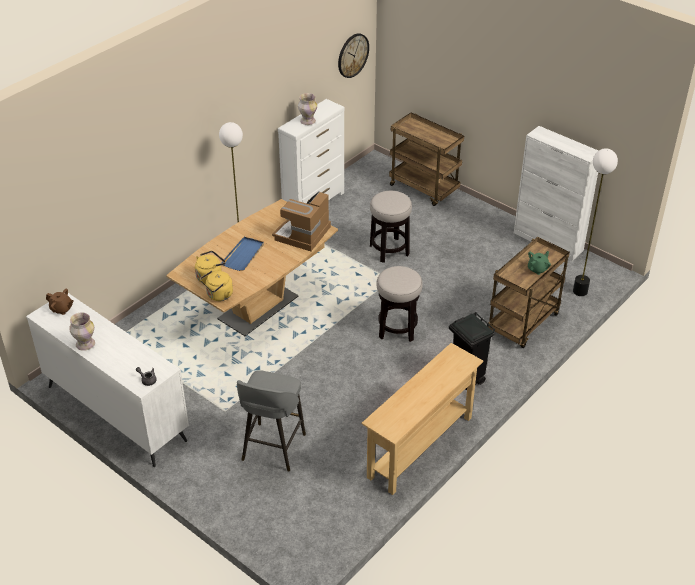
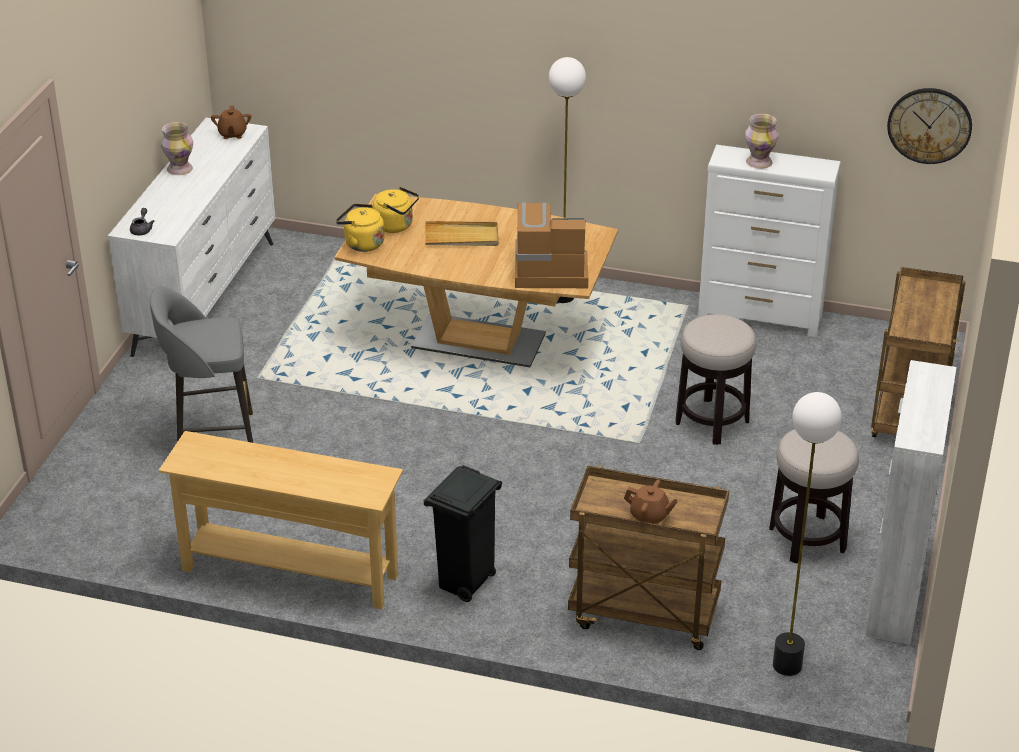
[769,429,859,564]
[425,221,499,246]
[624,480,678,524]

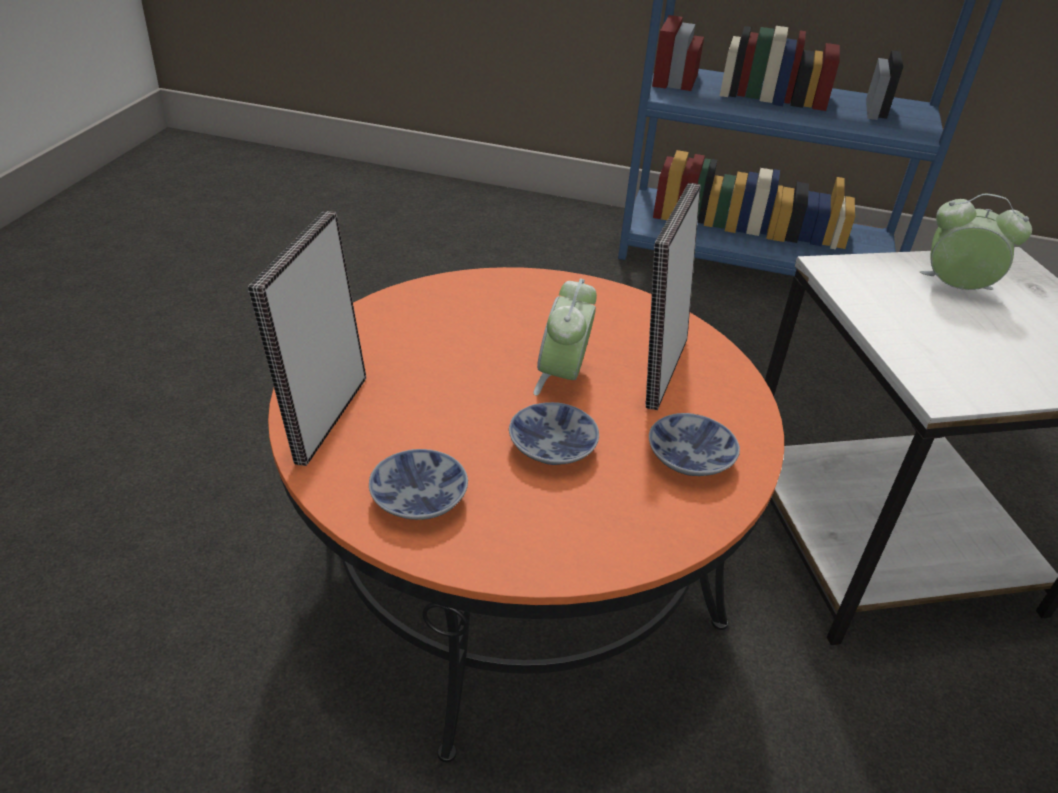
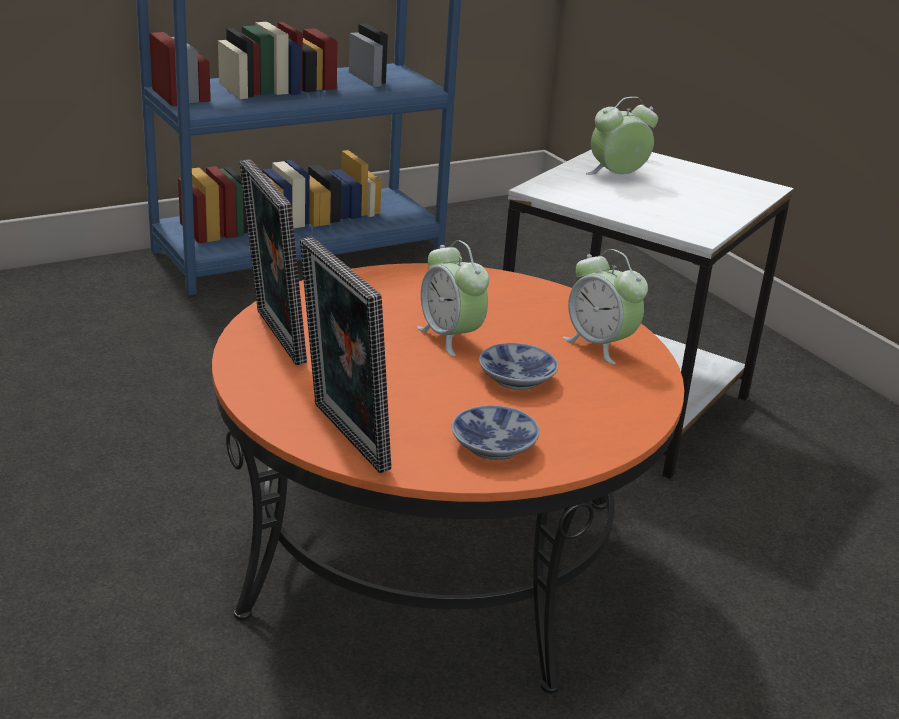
[239,159,307,365]
[563,249,648,364]

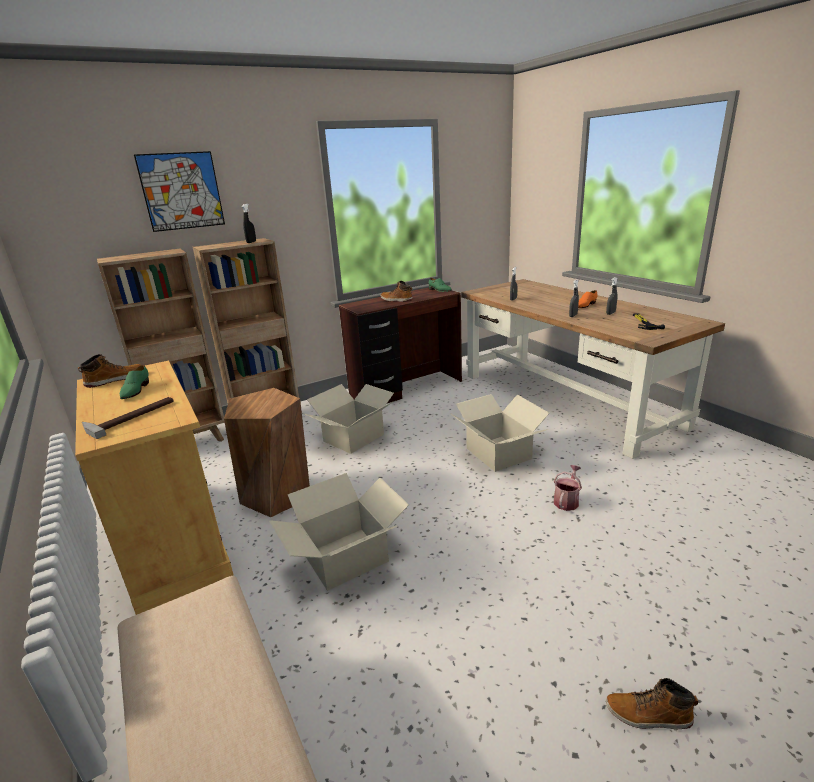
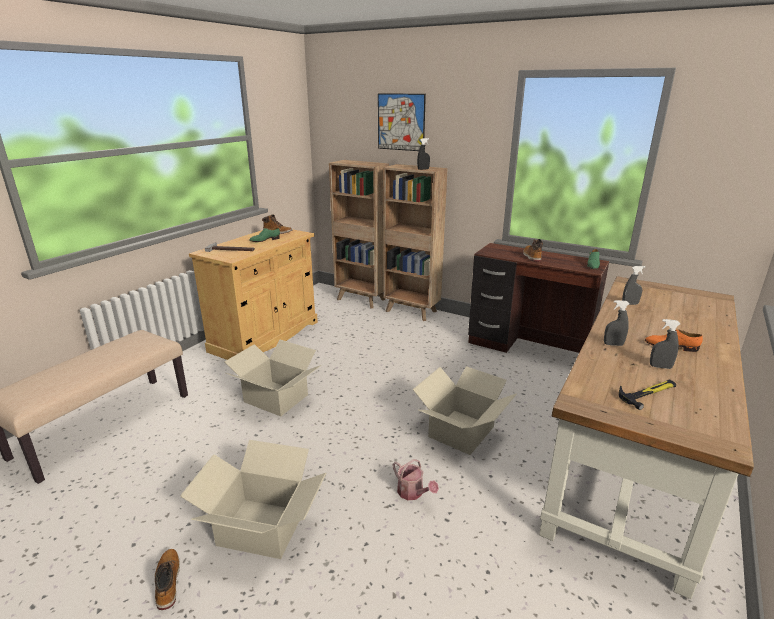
[224,388,310,518] (first image)
[180,440,326,559]
[393,459,439,500]

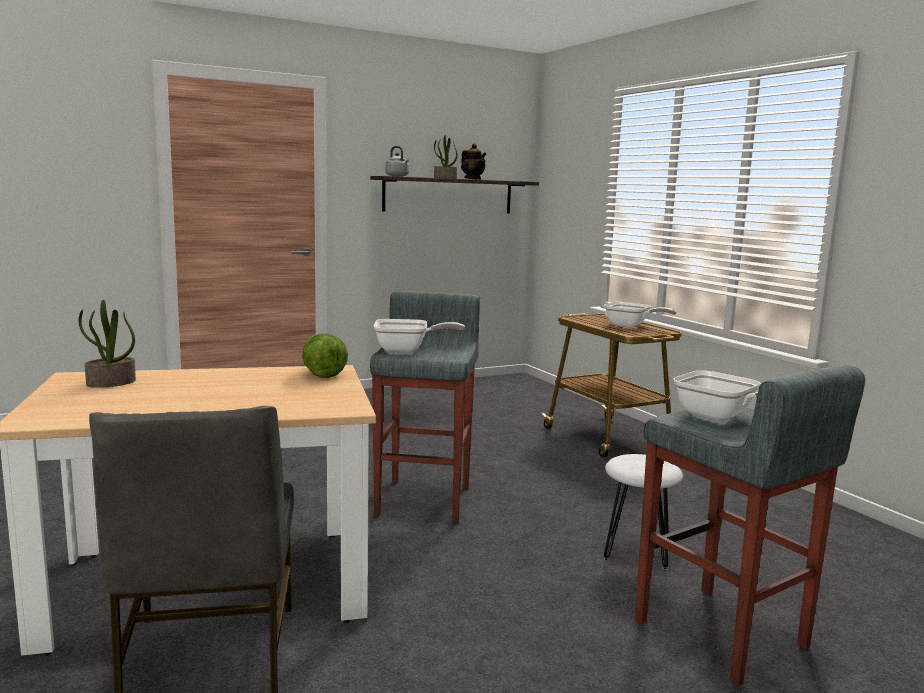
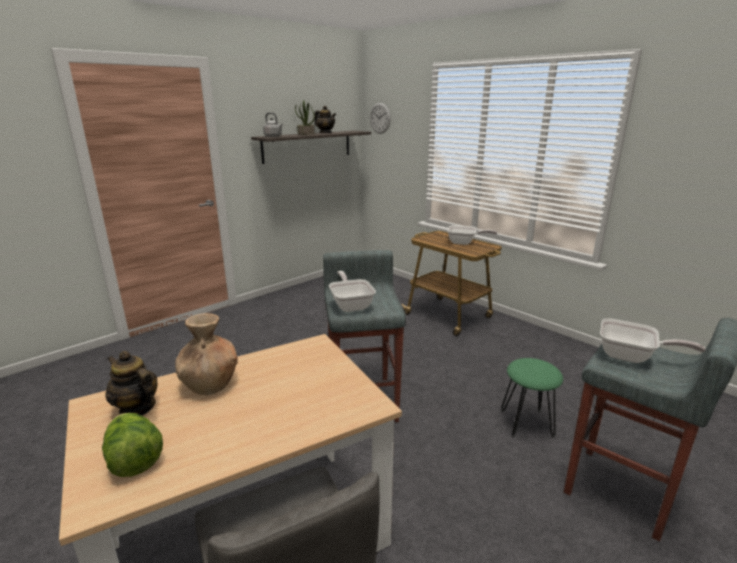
[175,313,238,395]
[370,103,391,134]
[102,413,163,477]
[105,351,158,416]
[501,358,563,438]
[329,271,376,312]

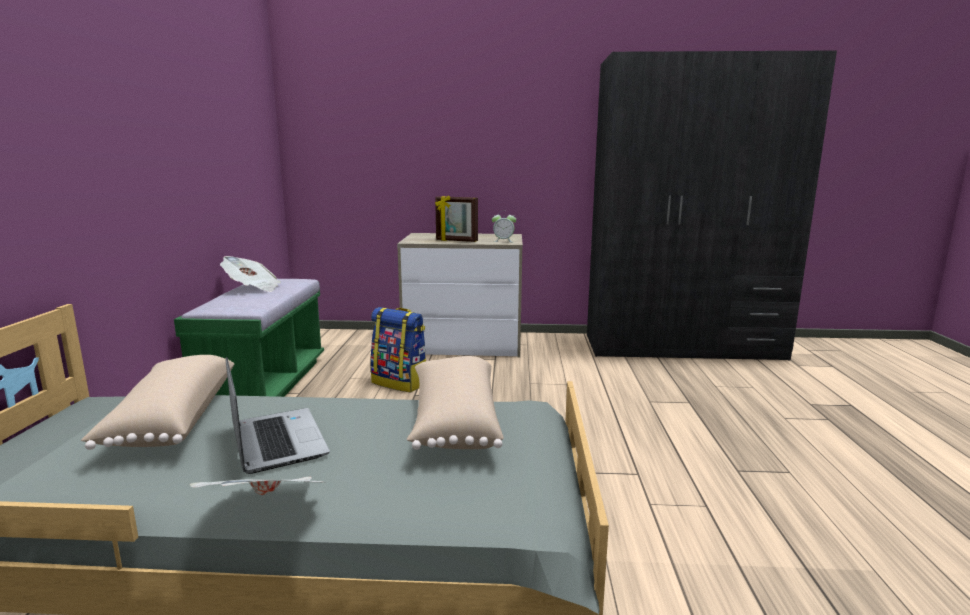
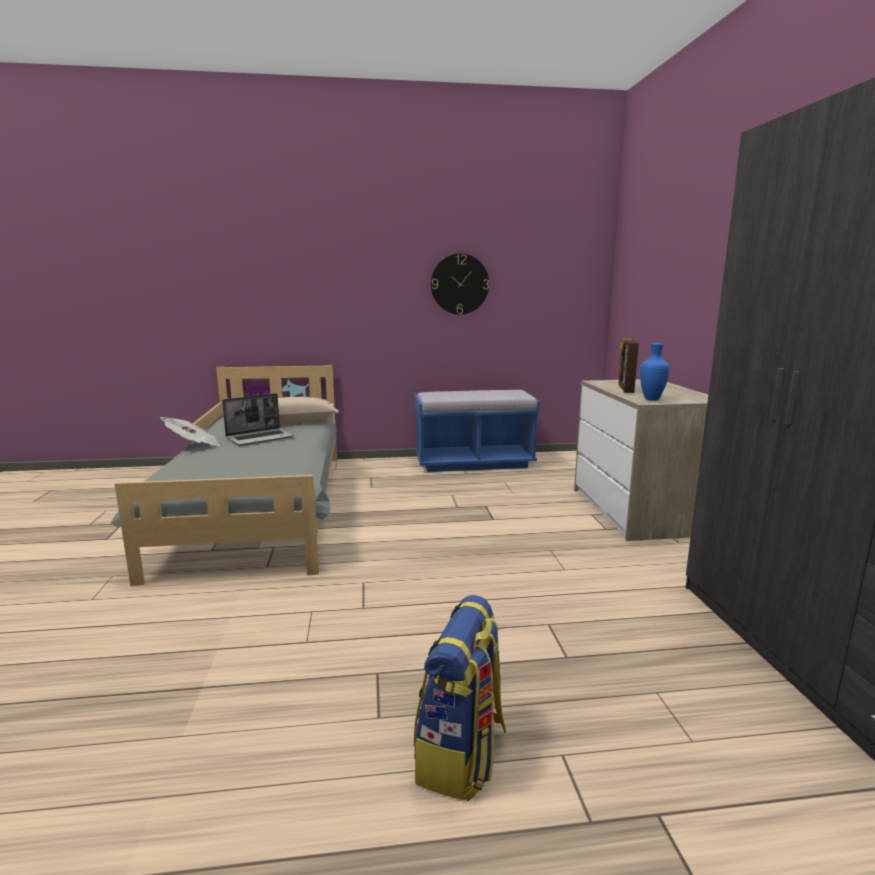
[220,256,281,292] (first image)
[407,356,504,450] (first image)
[431,253,489,315]
[414,595,506,801]
[640,343,670,400]
[415,390,540,472]

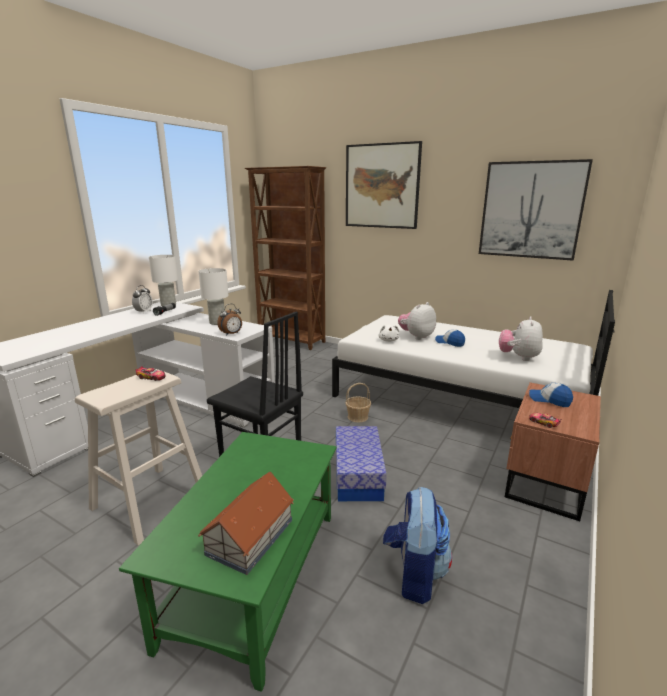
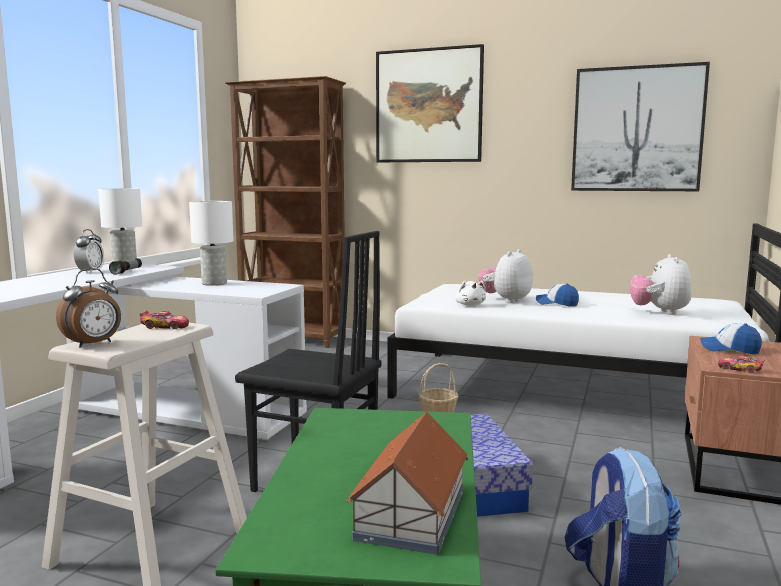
[56,268,121,348]

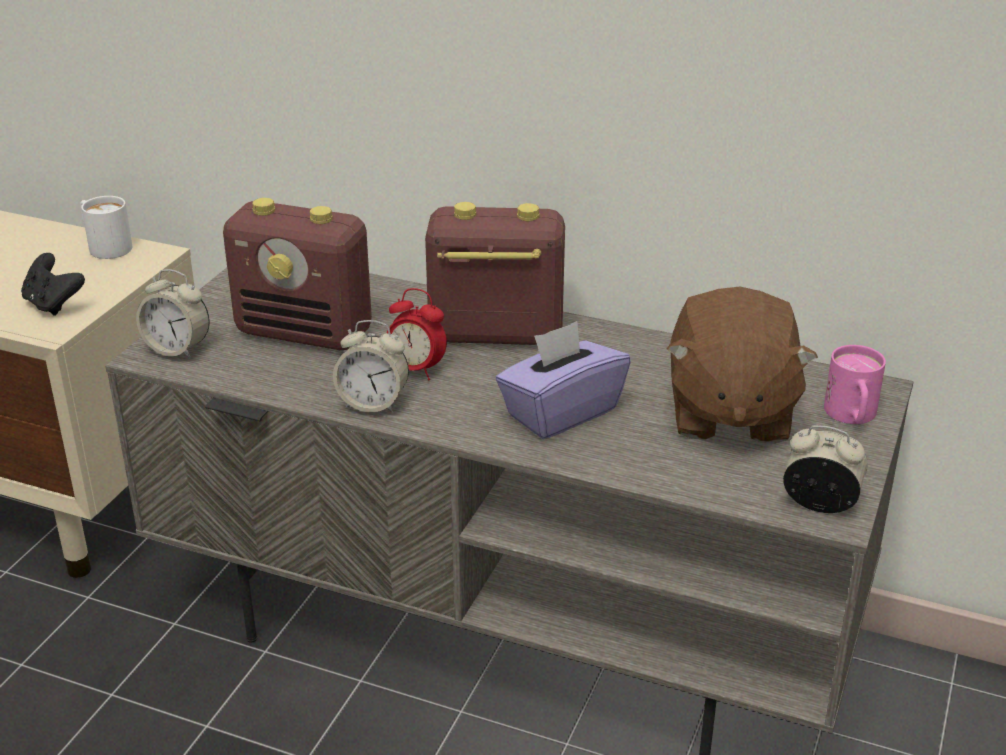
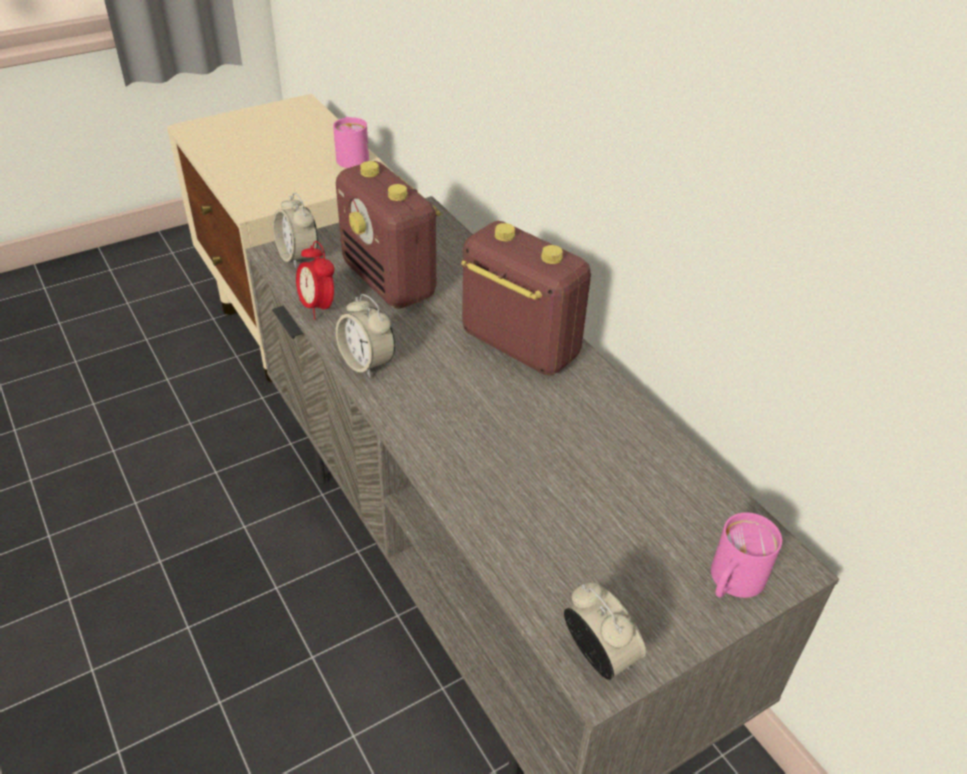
[21,253,85,316] (first image)
[496,321,631,439] (first image)
[667,287,818,444] (first image)
[296,241,335,319]
[333,117,369,168]

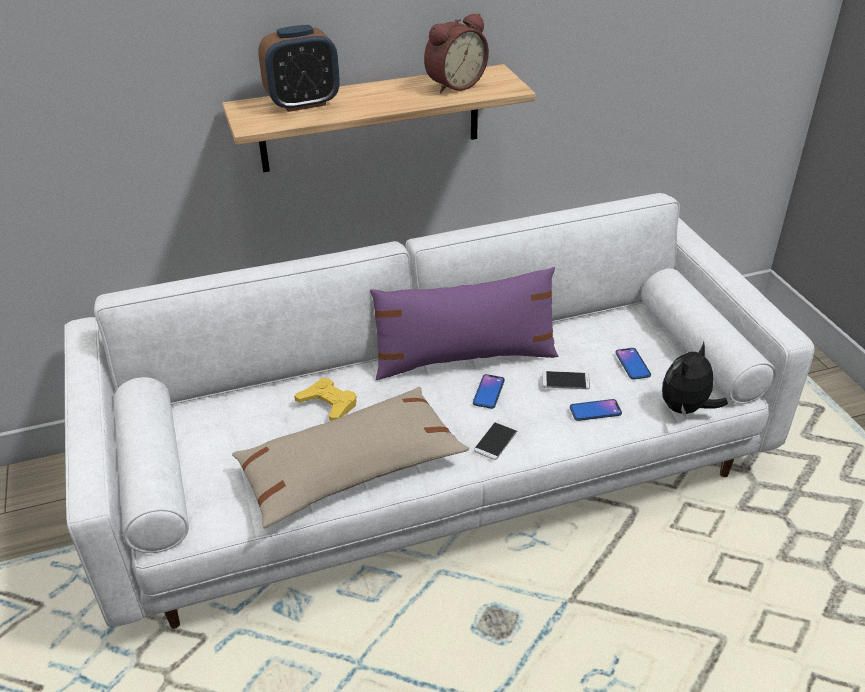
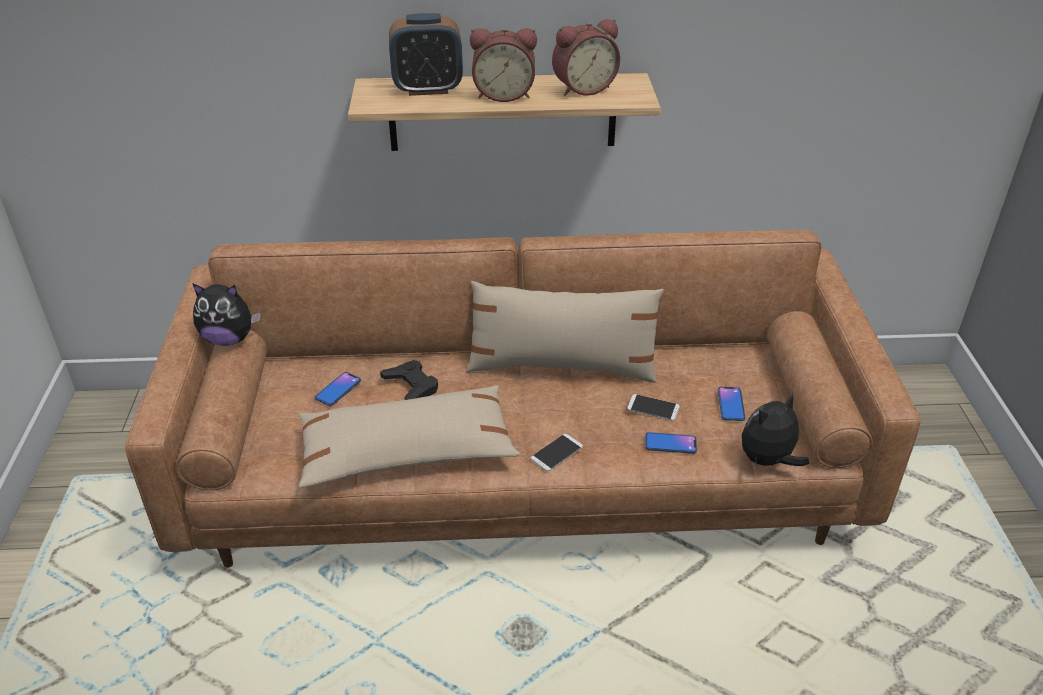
[192,283,260,346]
[470,28,537,102]
[315,372,361,406]
[125,229,920,568]
[380,360,438,400]
[466,281,664,383]

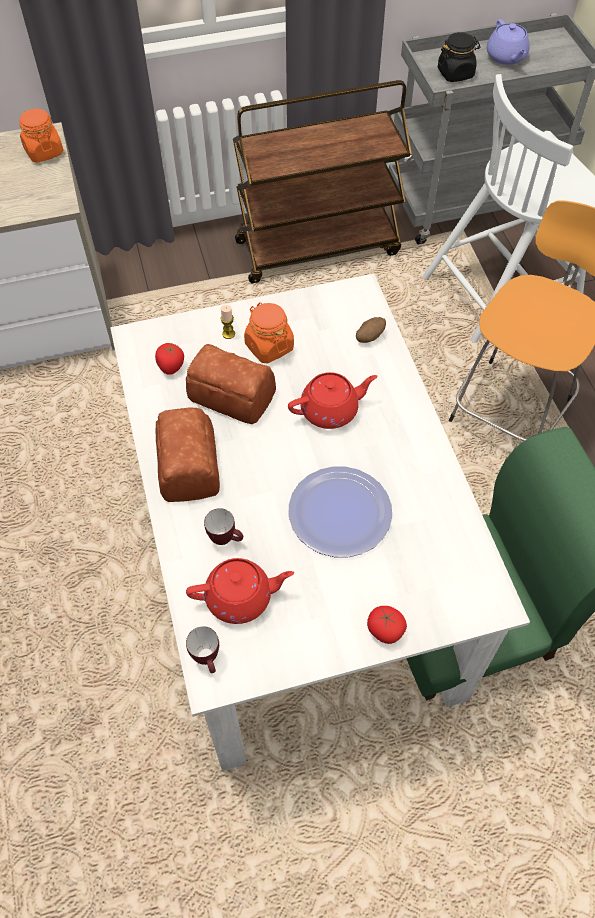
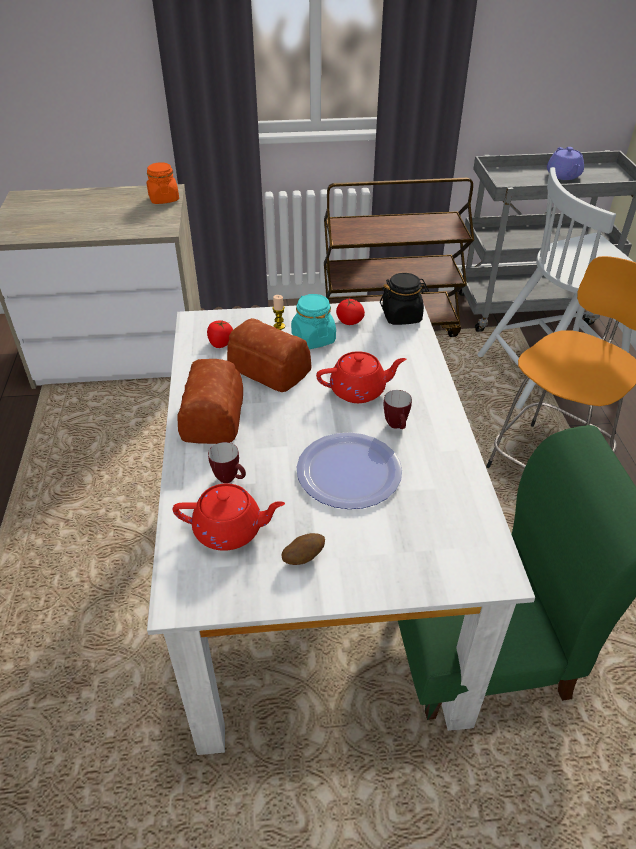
[384,390,412,429]
[282,533,325,565]
[336,299,365,325]
[380,273,429,325]
[291,294,336,349]

